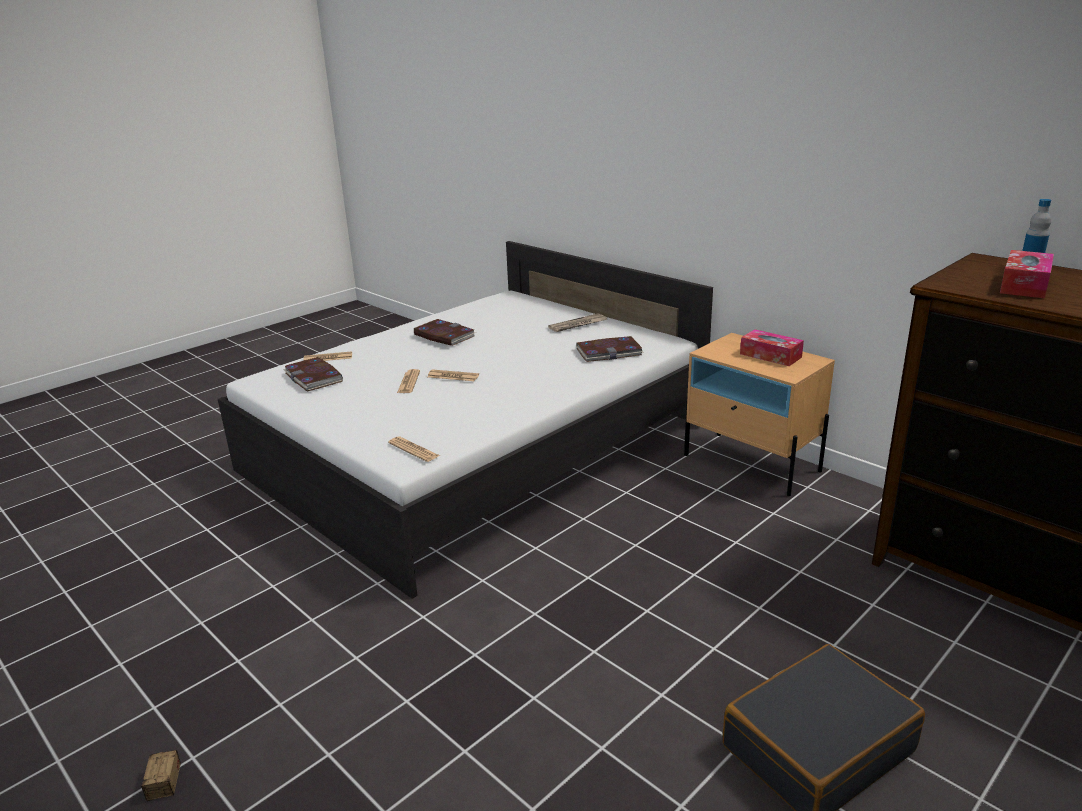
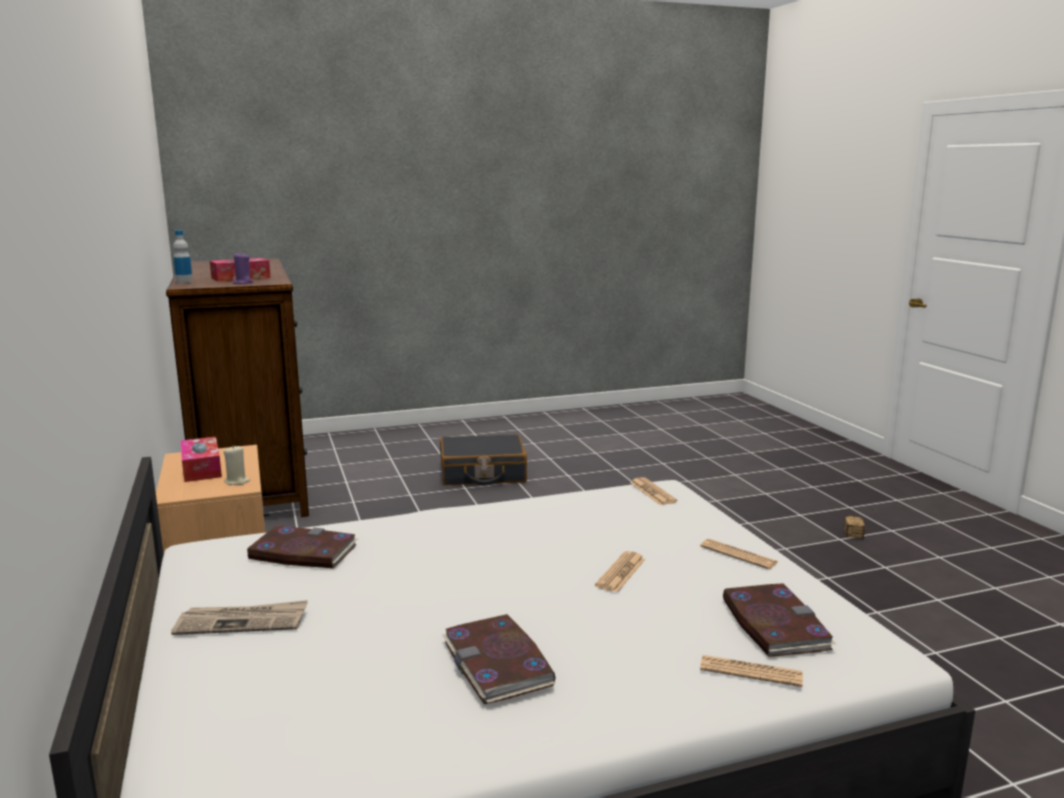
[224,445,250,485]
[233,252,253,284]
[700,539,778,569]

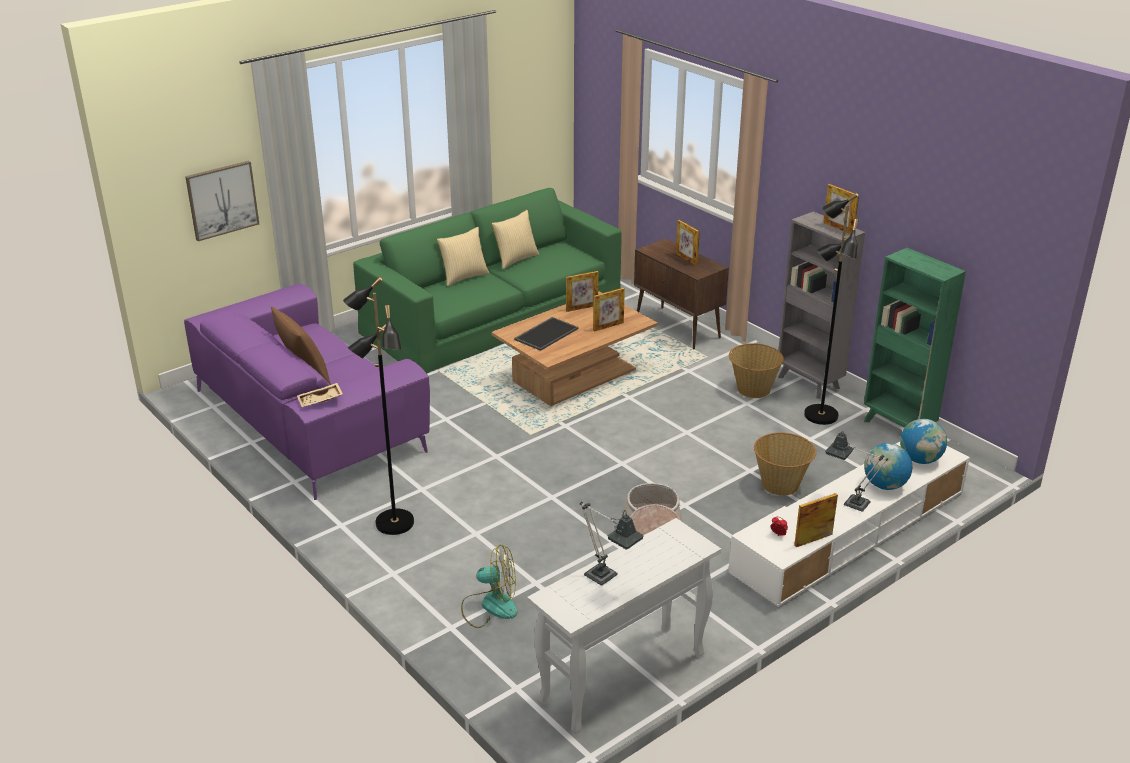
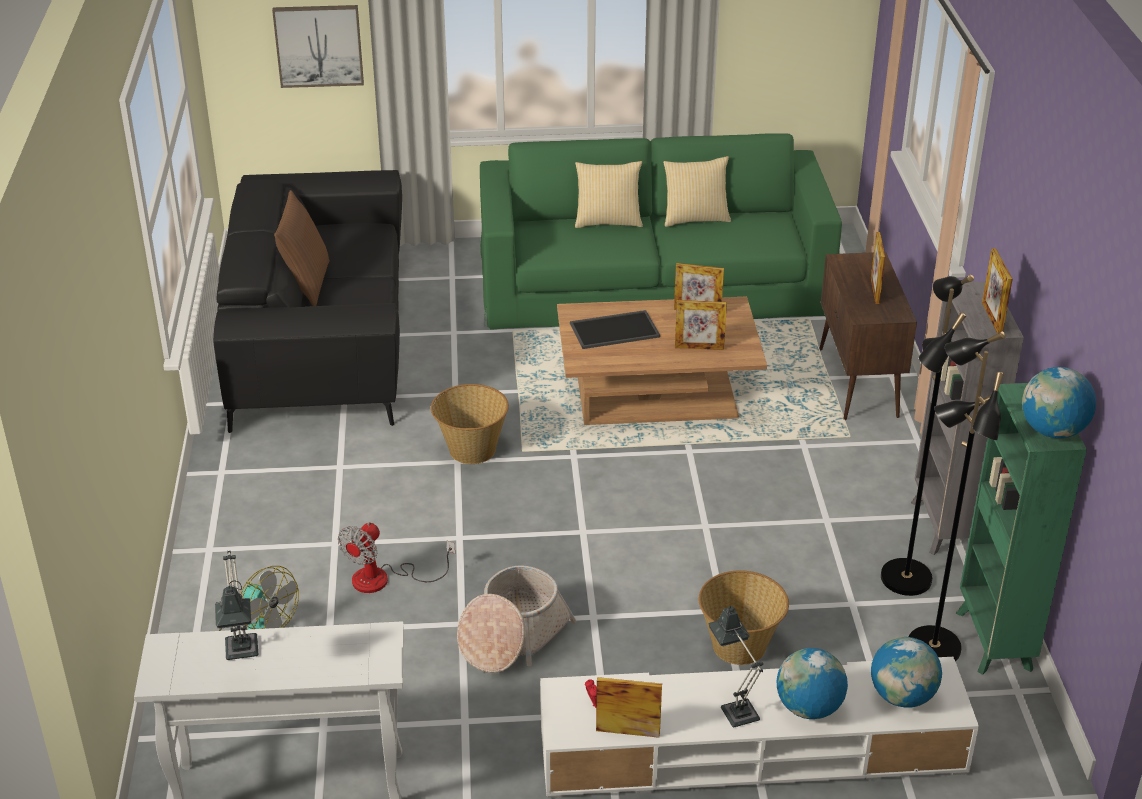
[297,383,343,407] (first image)
[338,522,455,593]
[1022,367,1096,438]
[909,331,1005,662]
[431,384,509,464]
[213,170,402,433]

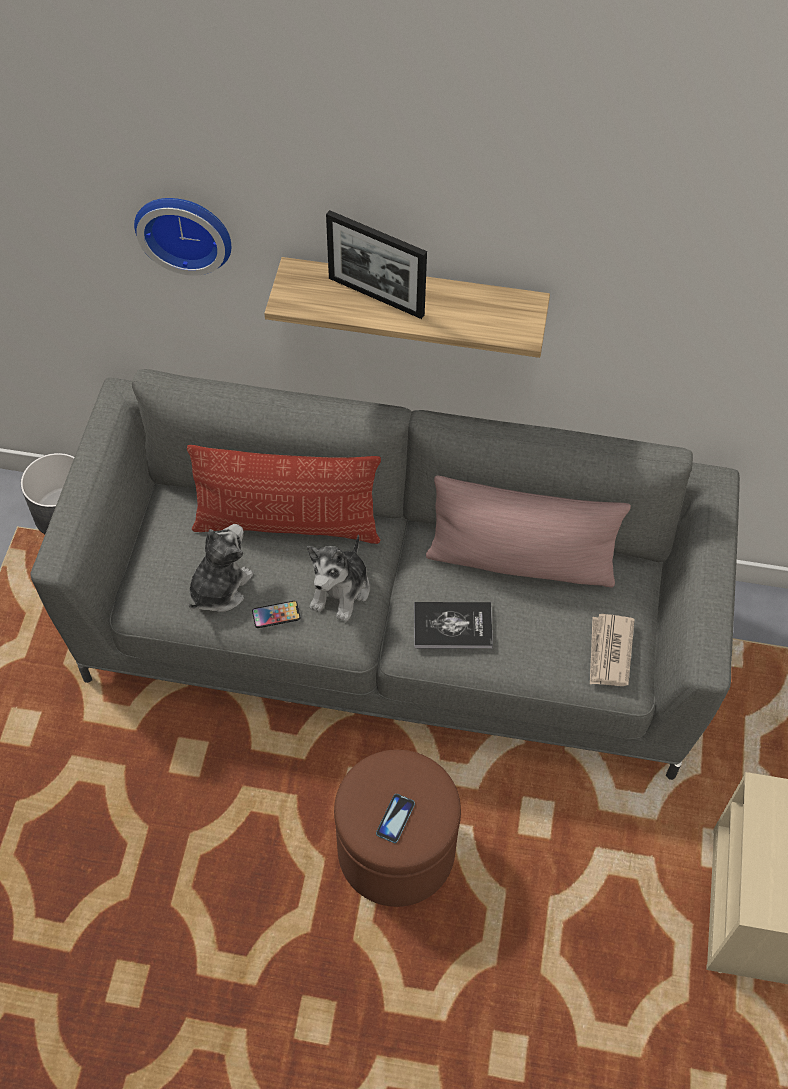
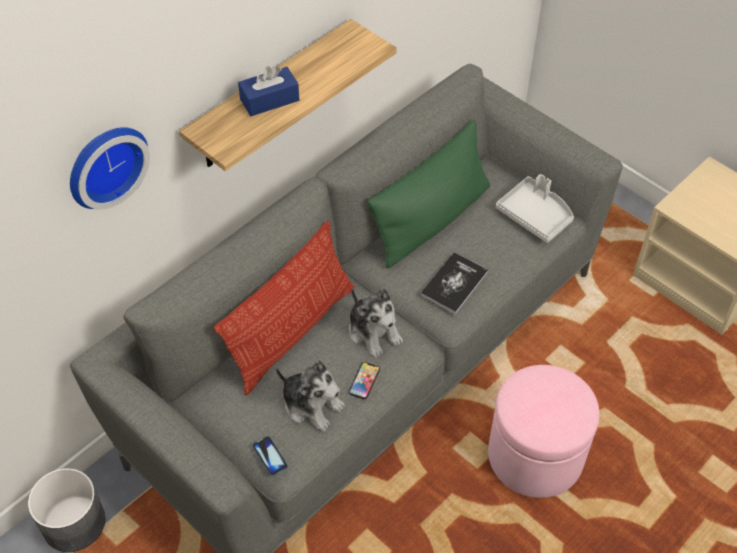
[252,436,288,476]
[238,66,299,116]
[496,174,574,243]
[488,365,600,498]
[367,120,490,268]
[276,360,345,431]

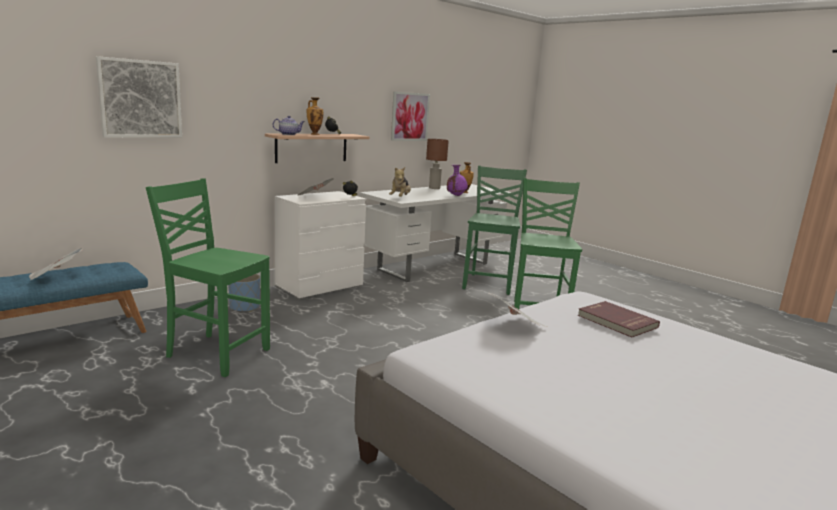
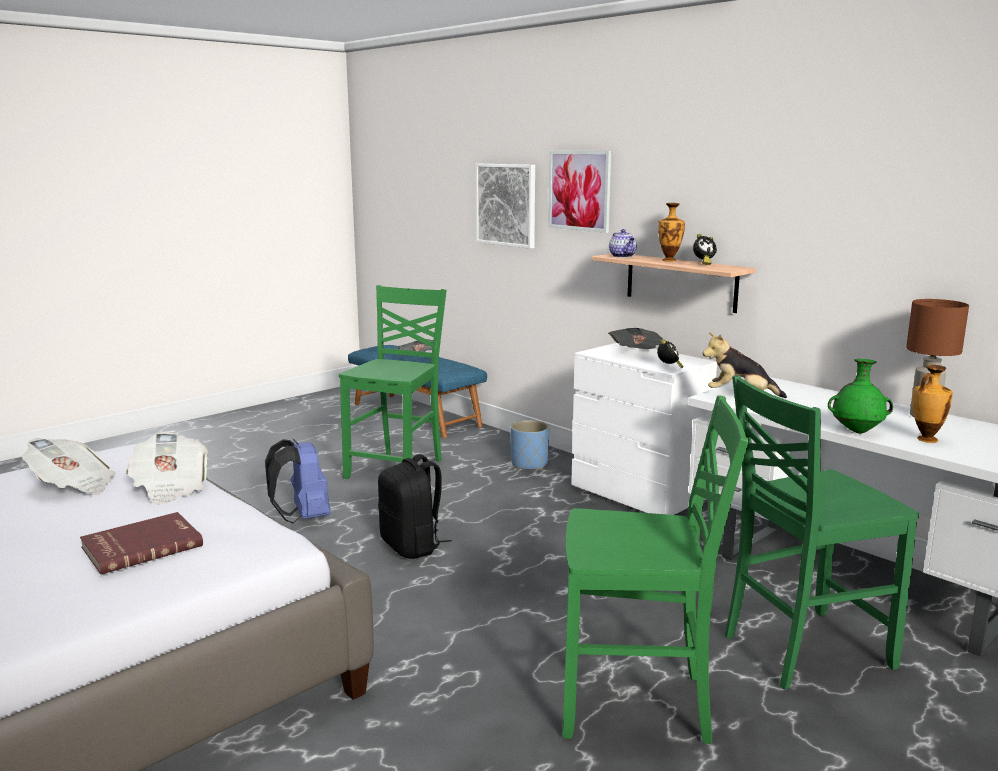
[22,438,116,495]
[265,438,330,523]
[378,454,452,559]
[548,151,611,233]
[828,359,893,434]
[725,375,919,689]

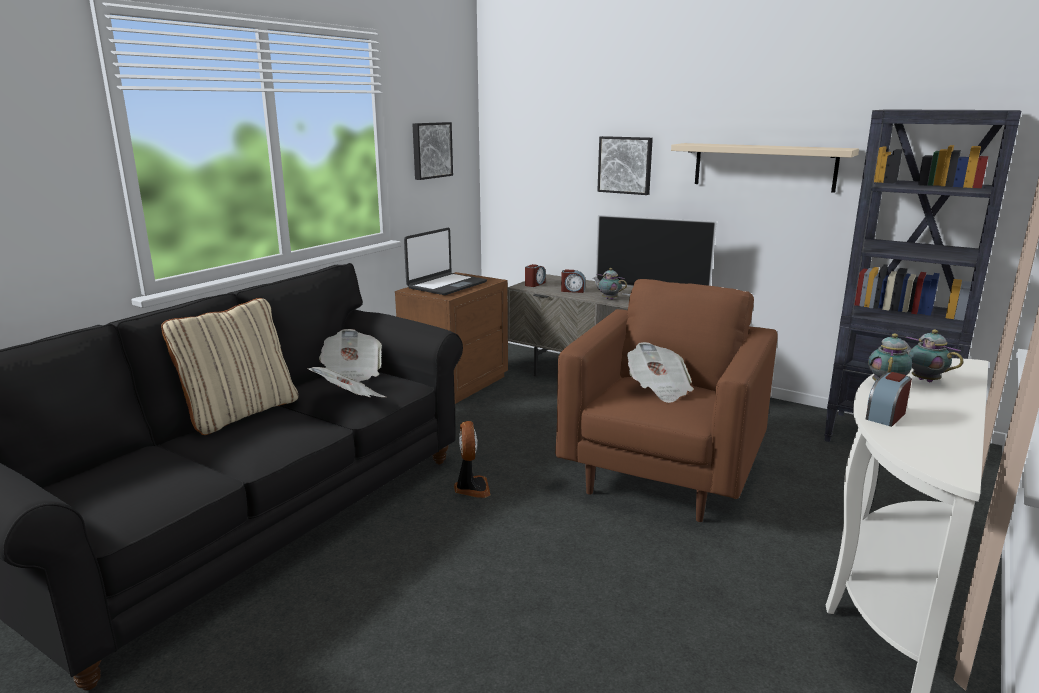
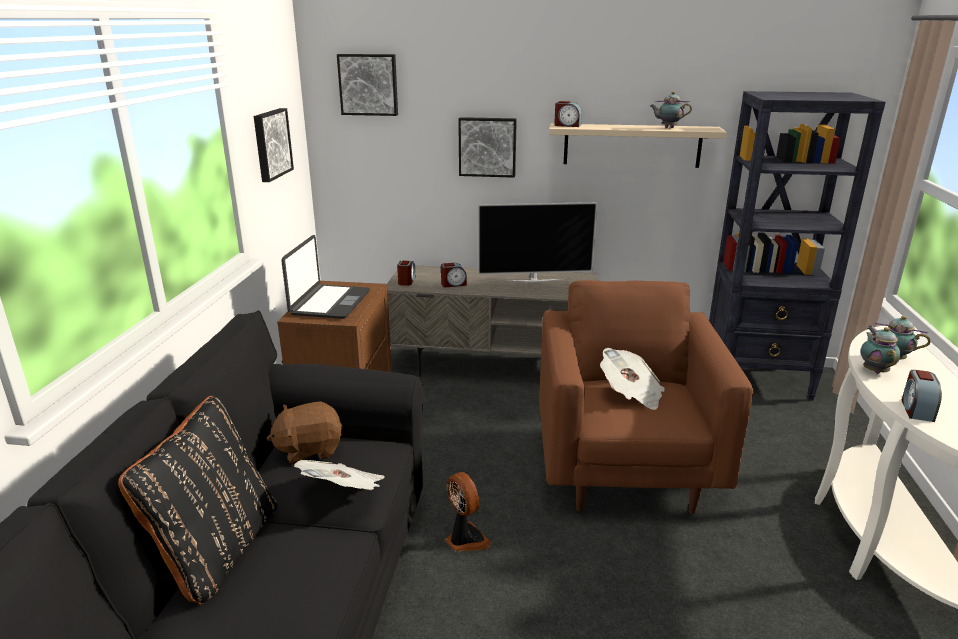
[337,54,398,116]
[554,101,582,127]
[650,92,692,128]
[267,401,343,465]
[118,396,277,605]

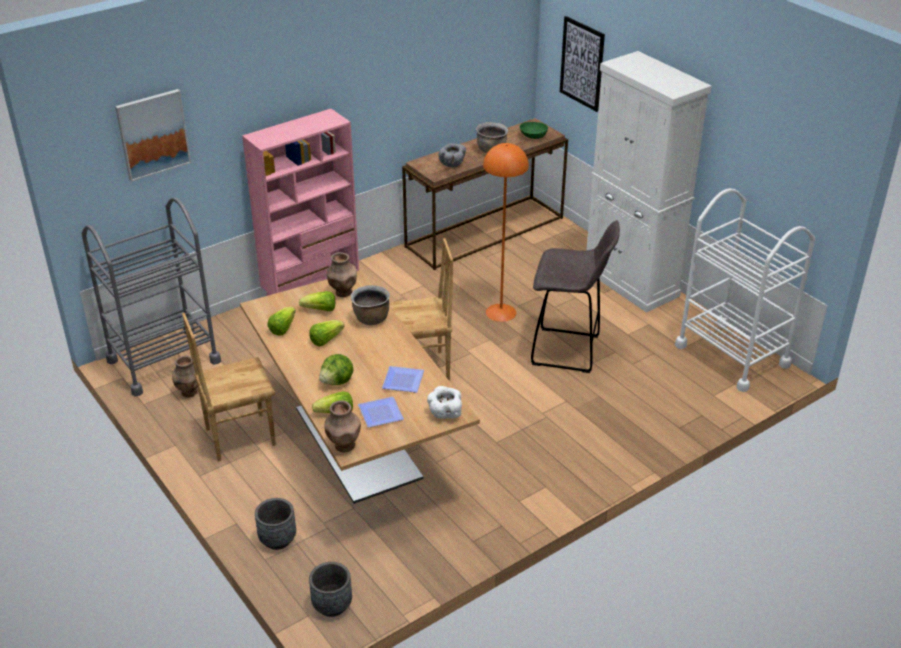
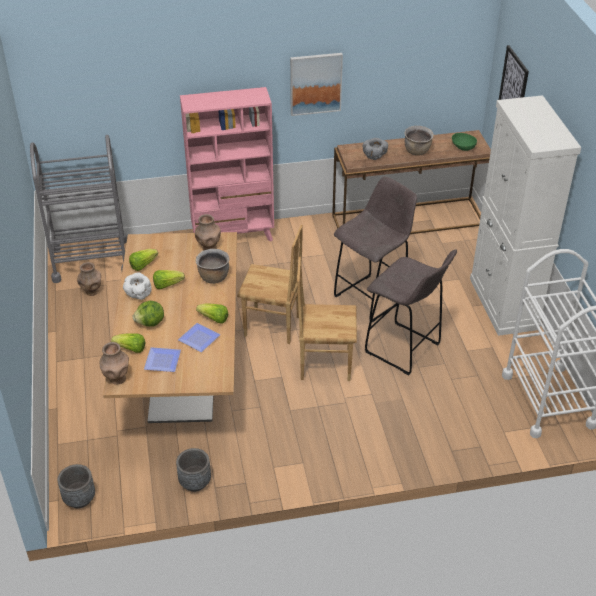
[290,53,343,116]
[297,257,357,381]
[176,448,211,492]
[196,303,228,324]
[123,272,152,300]
[334,177,417,322]

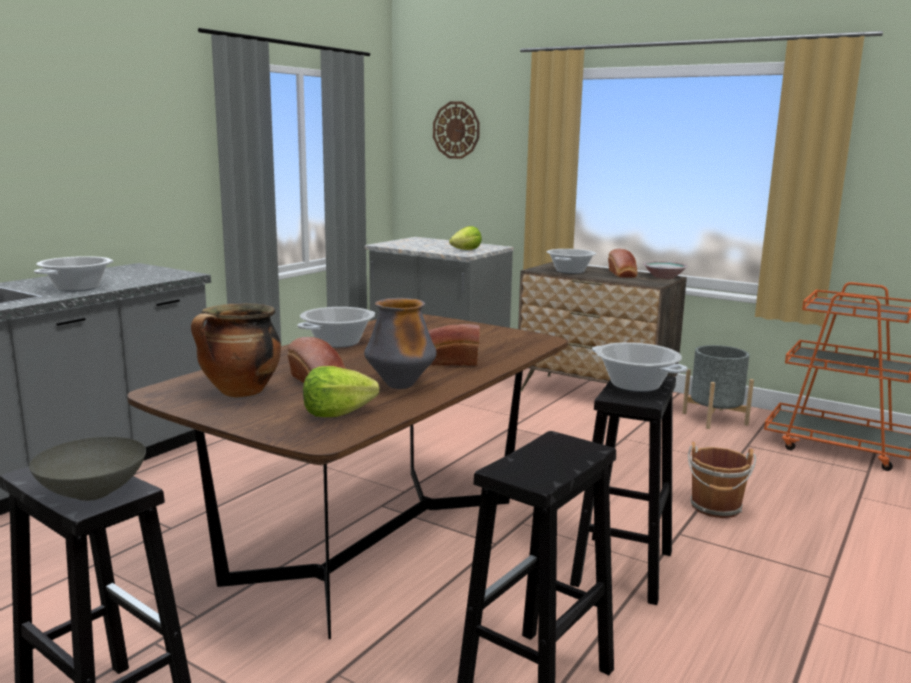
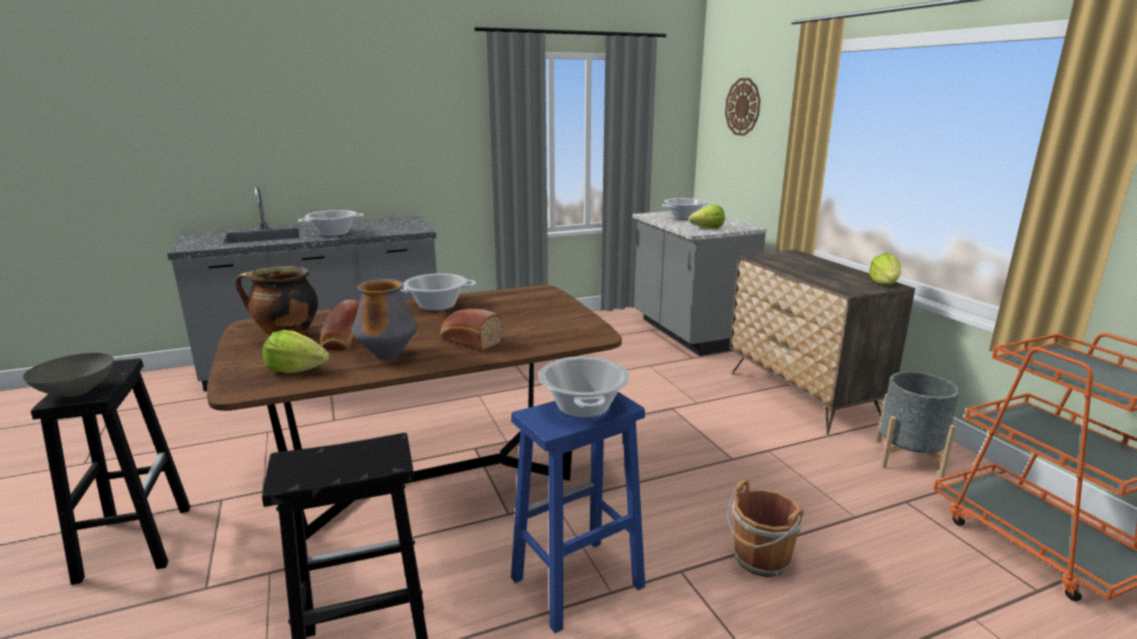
[608,249,638,278] (first image)
[662,198,709,220]
[869,253,901,285]
[511,392,645,633]

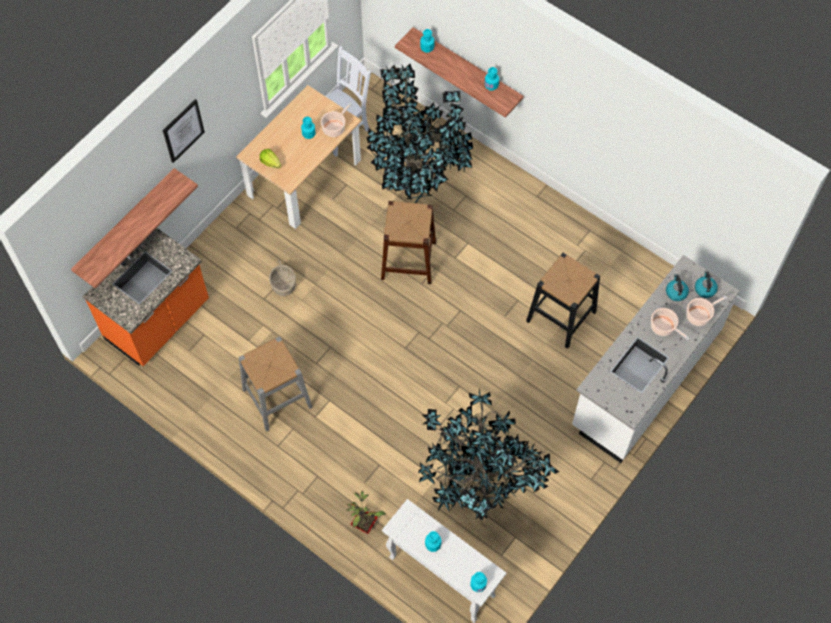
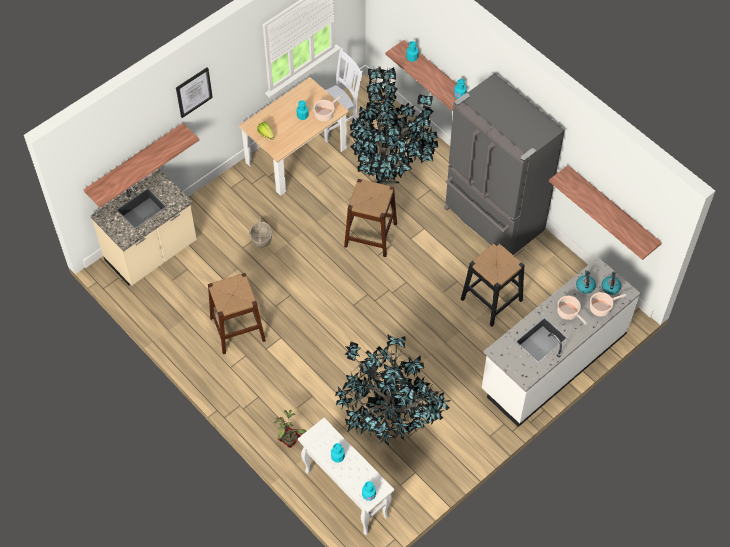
[444,73,565,255]
[549,165,662,260]
[91,169,197,286]
[208,273,266,354]

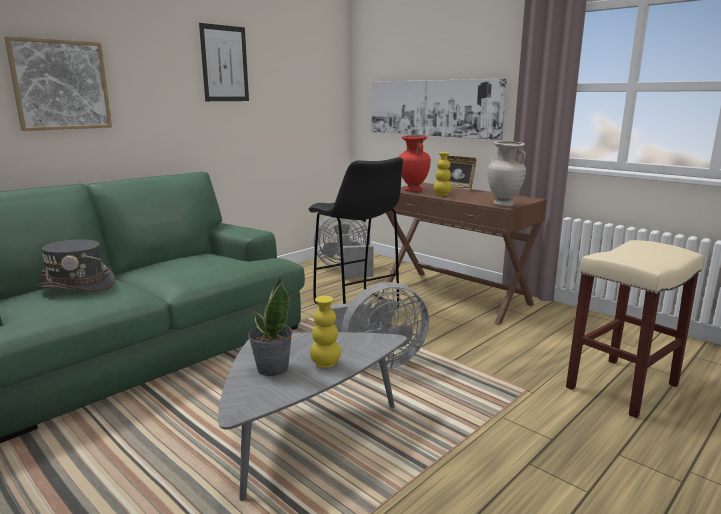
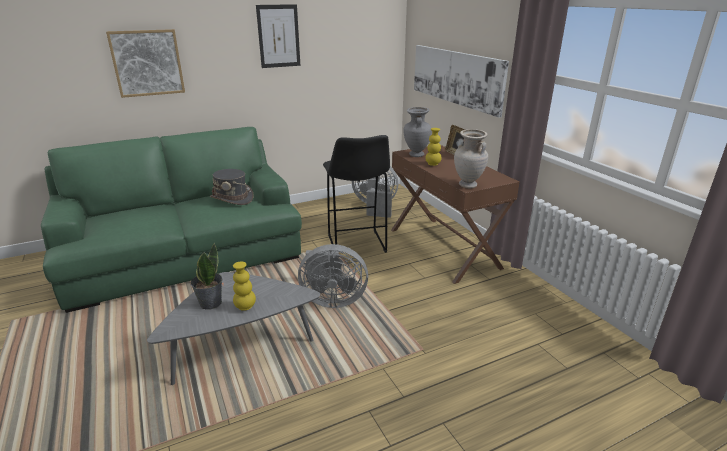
[566,240,703,418] (first image)
[210,169,254,205]
[403,107,432,157]

